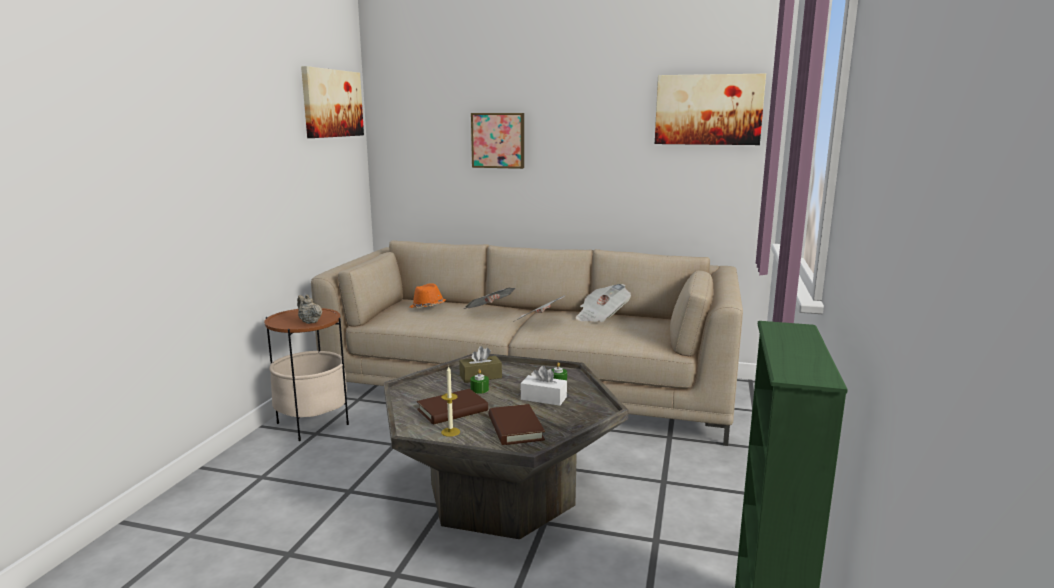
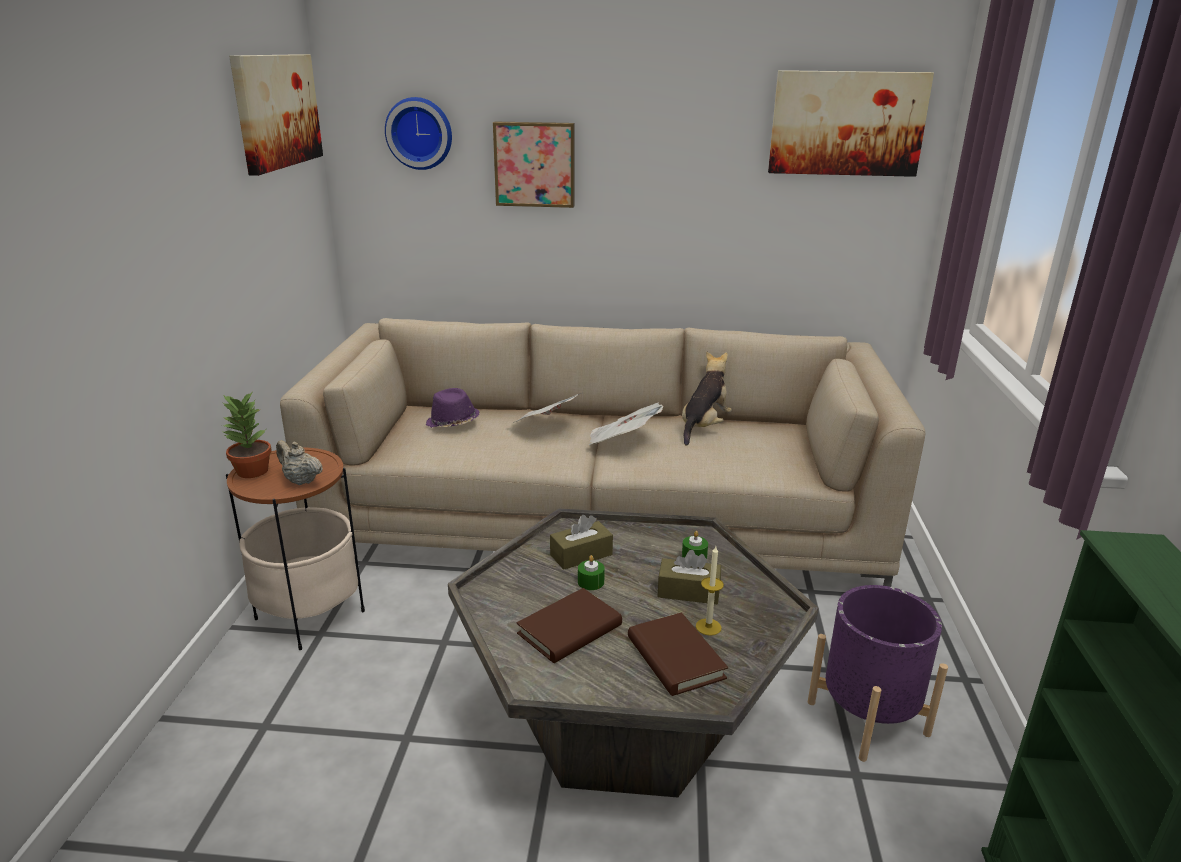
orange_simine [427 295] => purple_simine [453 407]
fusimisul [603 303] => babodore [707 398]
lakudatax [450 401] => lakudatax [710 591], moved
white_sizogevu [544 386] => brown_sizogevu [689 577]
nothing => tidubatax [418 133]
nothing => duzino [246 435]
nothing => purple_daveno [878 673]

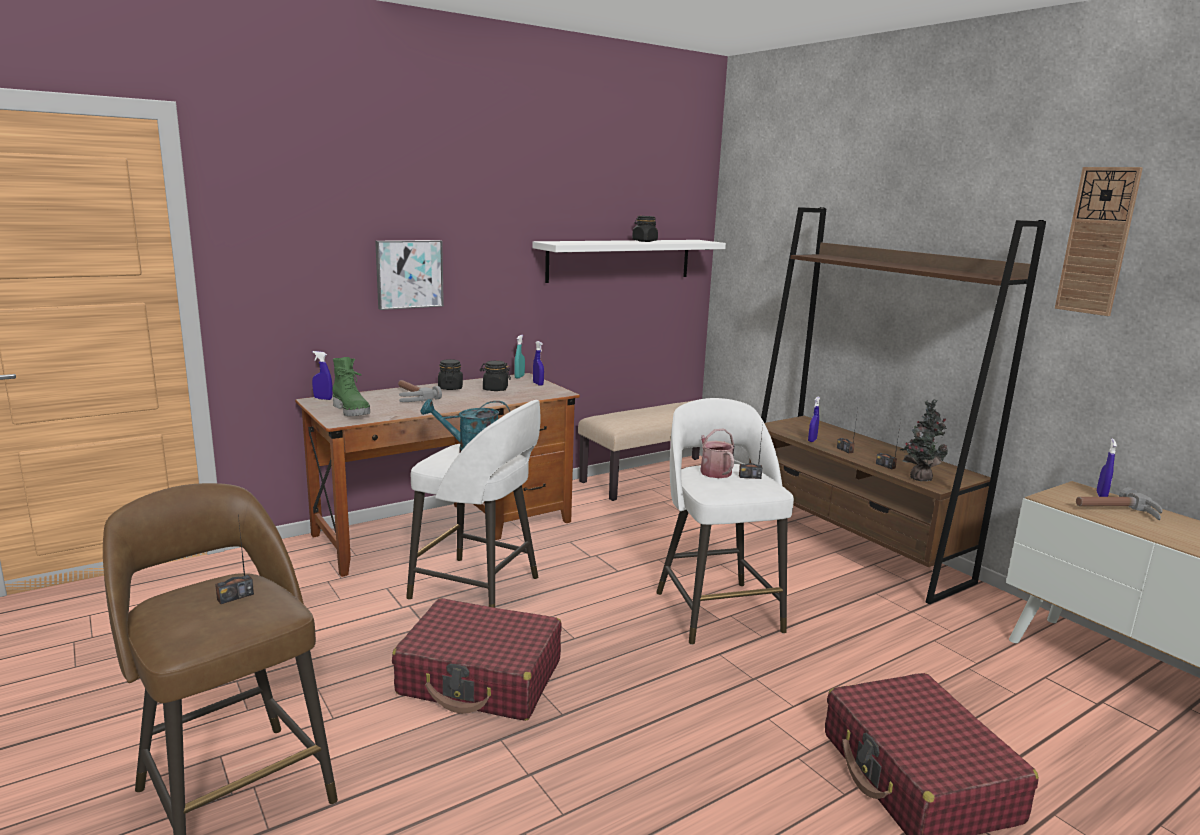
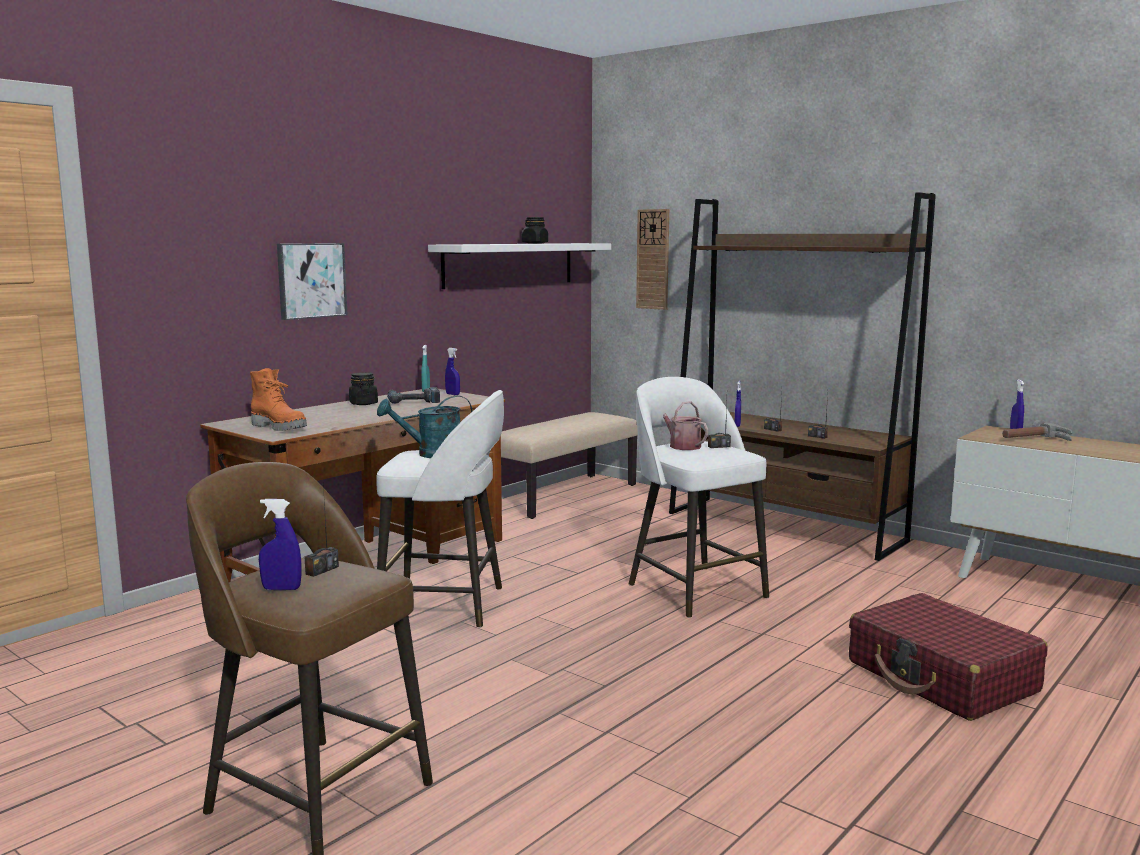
tidubatax [1099 241] => tidubatax [652 259], moved
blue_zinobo [322 375] => blue_zinobo [280 544], moved
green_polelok [351 386] => orange_polelok [278 399]
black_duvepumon [495 376] => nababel [413 395]
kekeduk [420 391] => nothing
duzino [924 440] => nothing
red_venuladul [476 659] => nothing

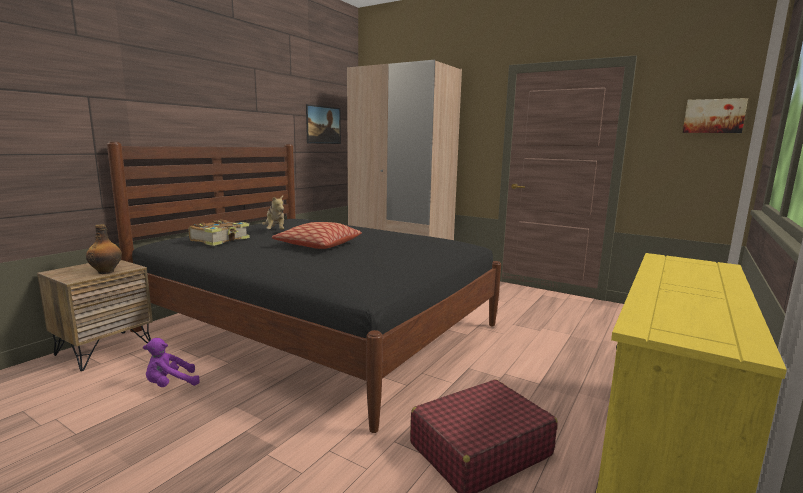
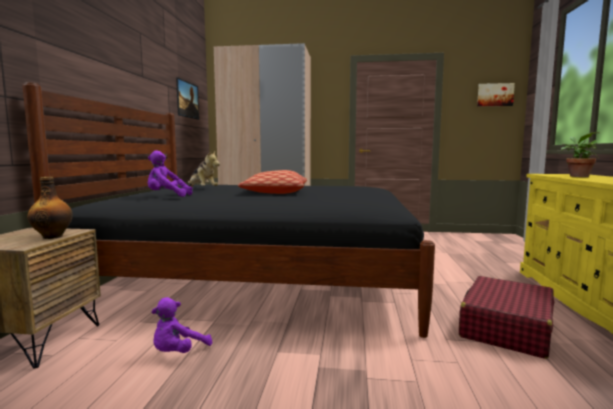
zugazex [219 233] => purple_babodore [170 173]
nothing => duzino [581 154]

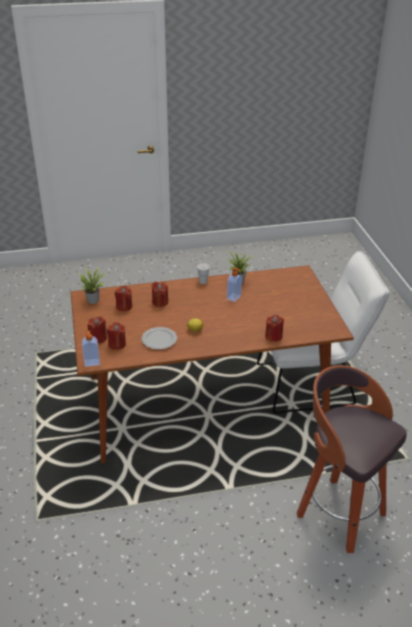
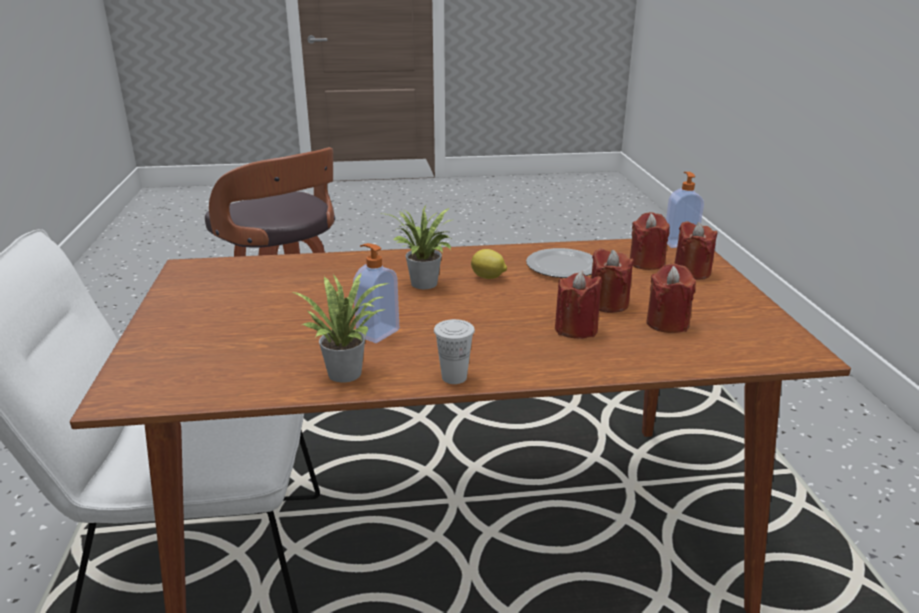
duzino [92 285] => duzino [418 247], moved
red_lakudatax [274 328] => red_lakudatax [612 280], moved

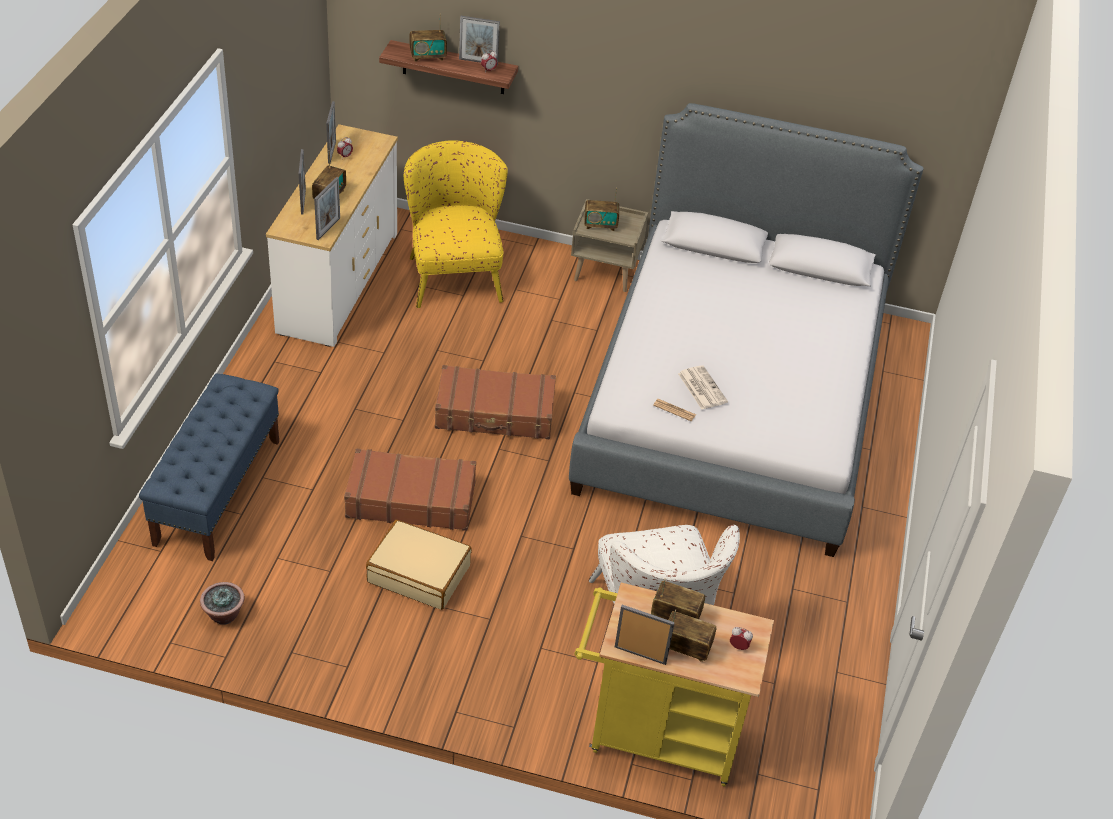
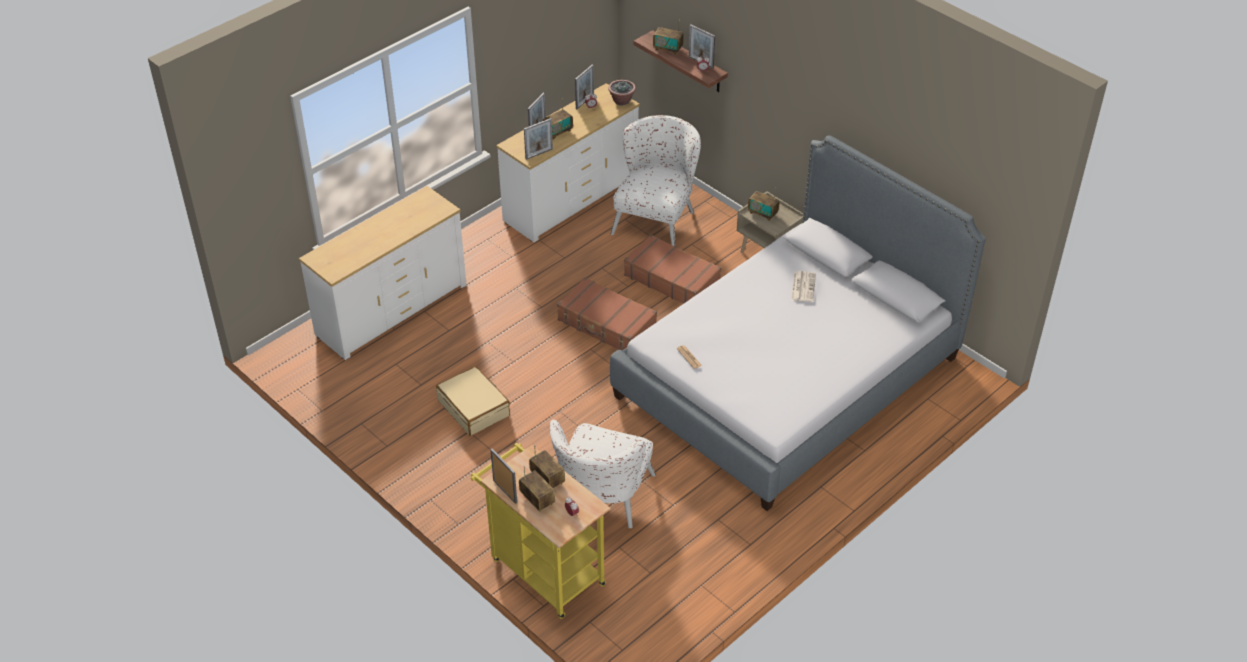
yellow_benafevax [456 224] => white_benafevax [656 180]
fusimisul [703 387] => fusimisul [803 286], moved
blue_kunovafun [209 467] => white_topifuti [383 273]
brown_venuladul [410 489] => brown_venuladul [673 269], moved
duzino [222 603] => duzino [622 93], moved

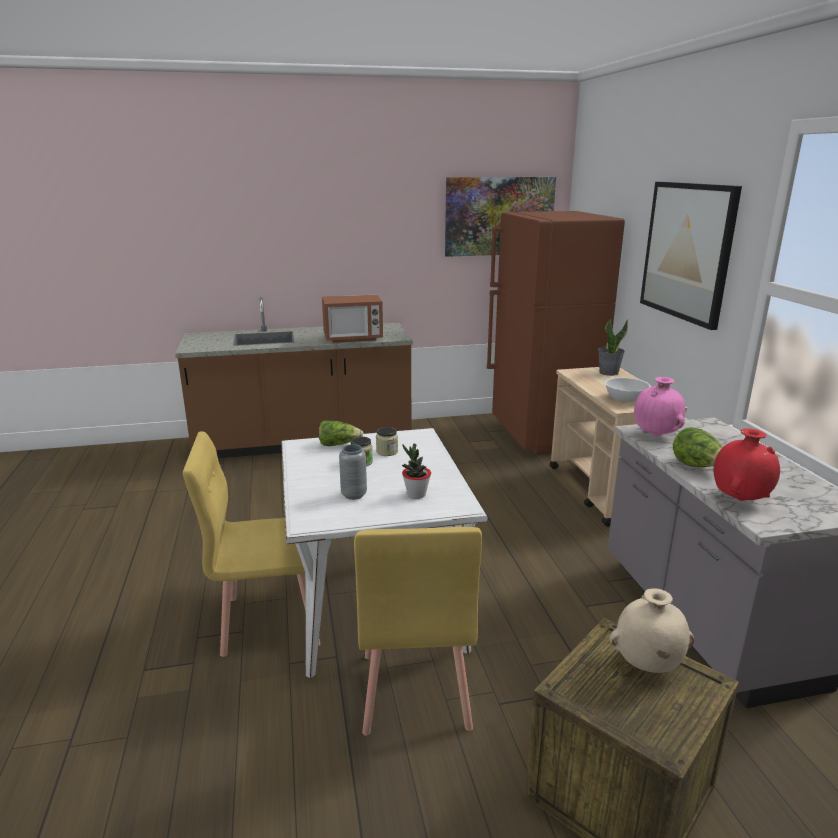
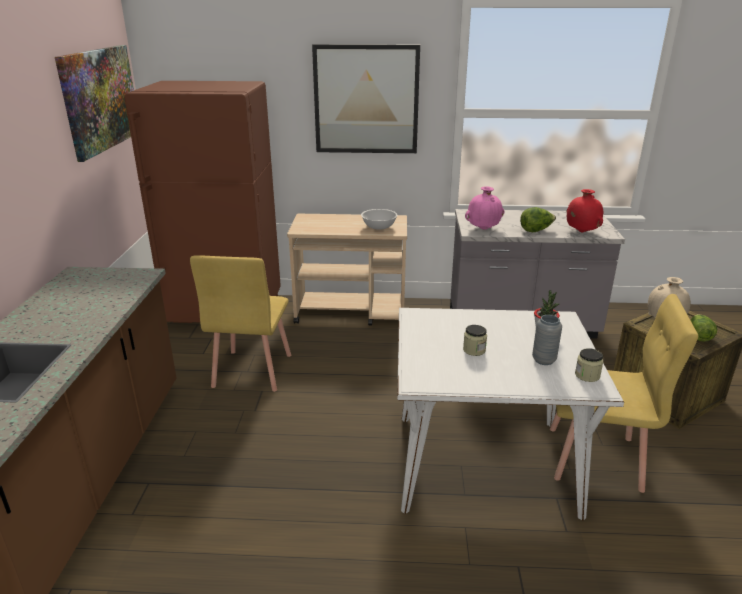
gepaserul [352 319] => nothing
duzino [613 347] => nothing
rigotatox [341 433] => rigotatox [704 328], moved
duvepumon [387 441] => duvepumon [589 365], moved
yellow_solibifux [251 544] => yellow_solibifux [240 323], moved

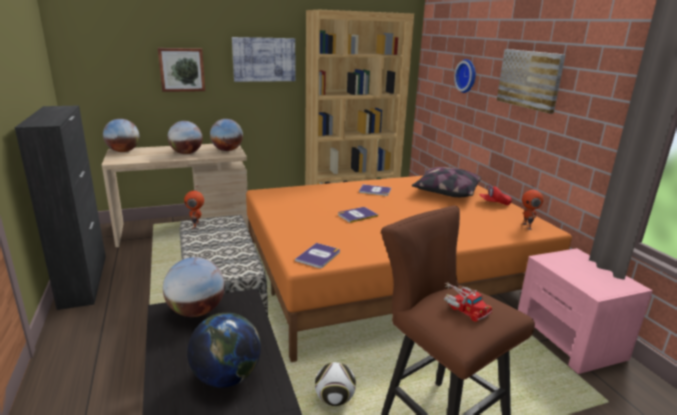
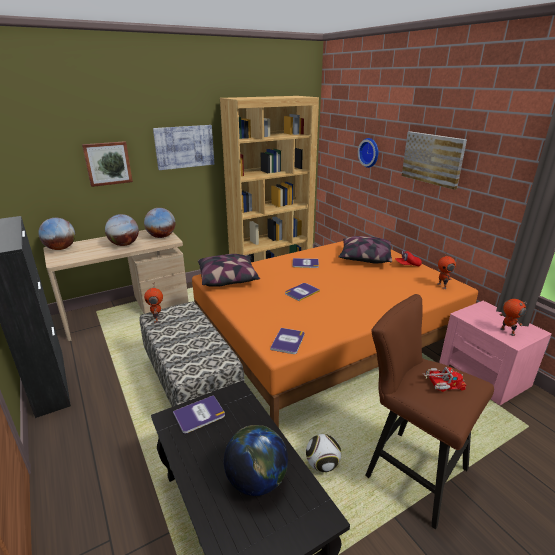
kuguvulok [194 287] => zugazex [199 414]
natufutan [468 302] => natufutan [444 379], 45 degrees counterclockwise
nothing => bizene [229 270]
nothing => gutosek [513 317]

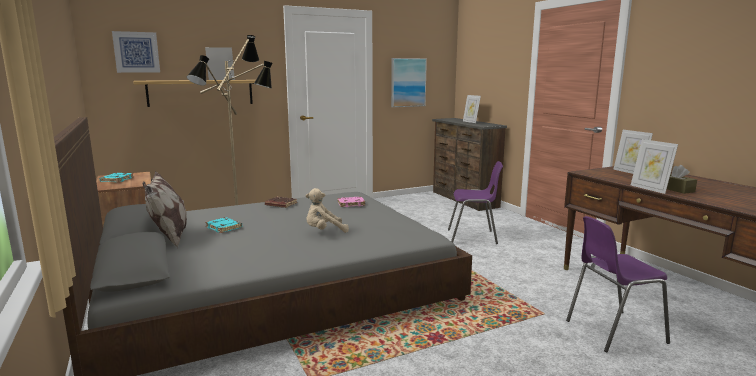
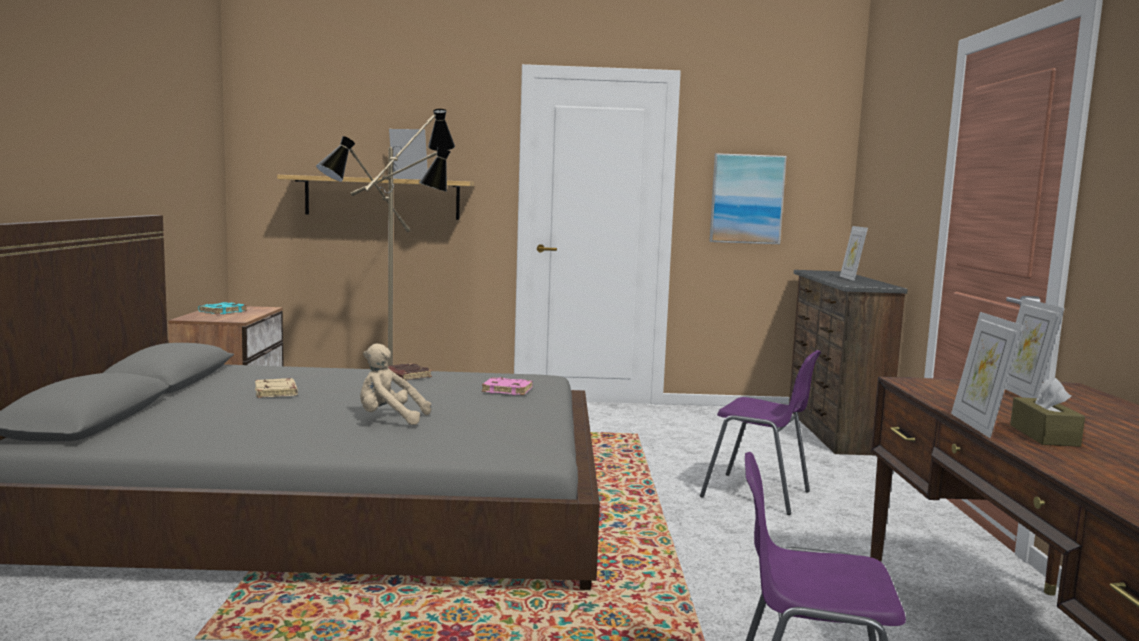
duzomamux [136 52] => nothing
bizene [164 209] => nothing
turquoise_zugazex [223 225] => beige_zugazex [276 388]

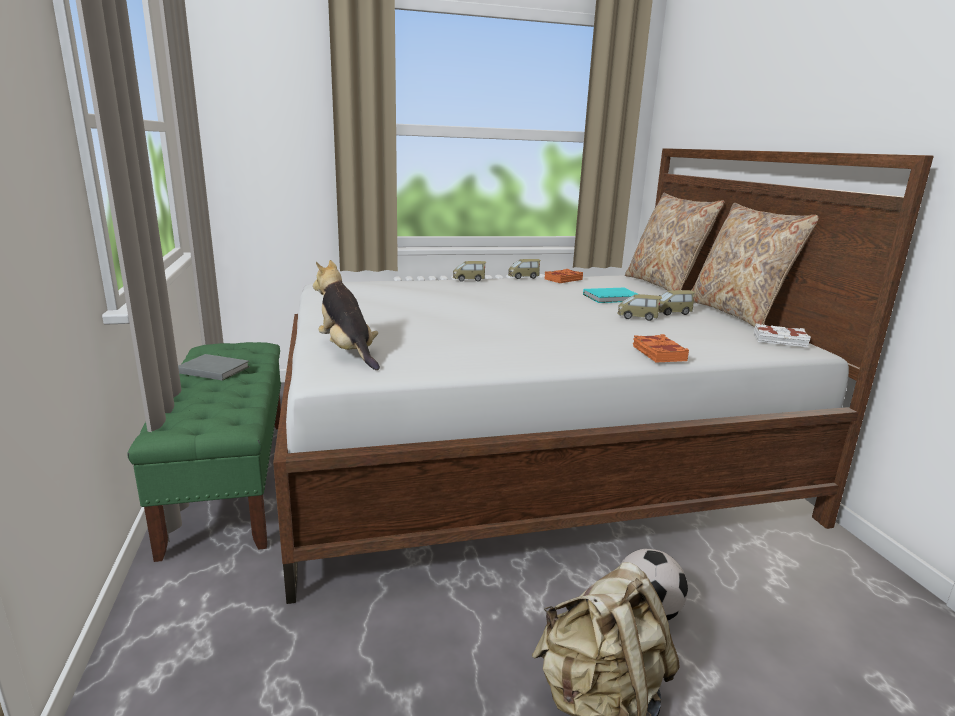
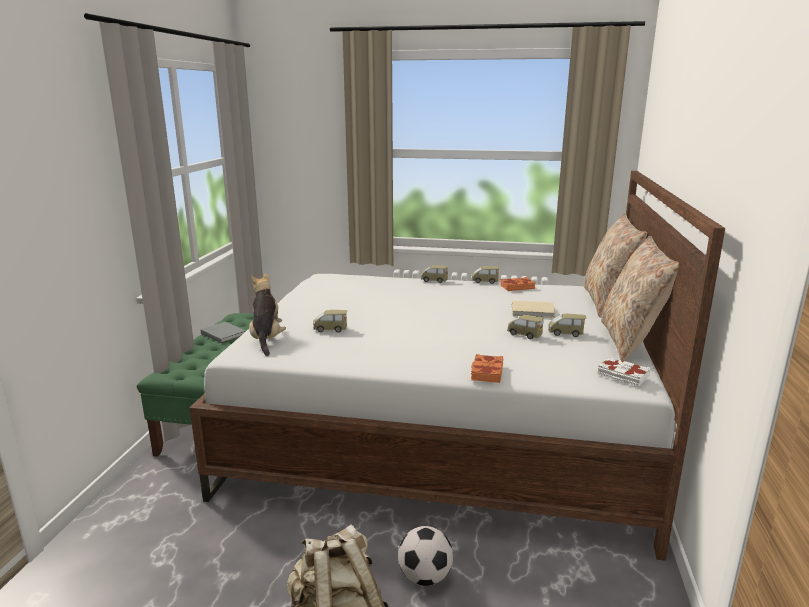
turquoise_zugazex [610 295] => beige_zugazex [534 309]
nothing => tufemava [330 321]

